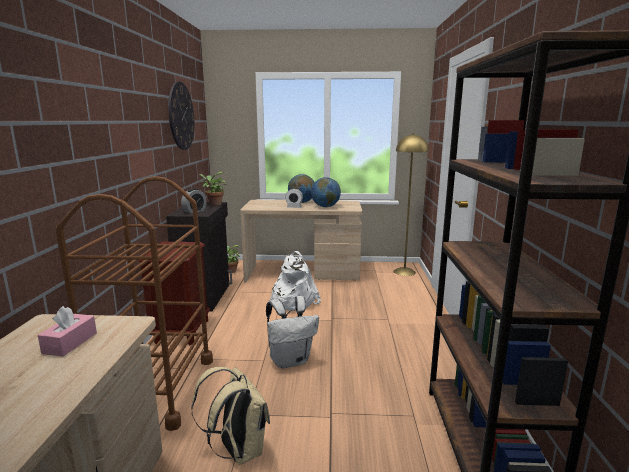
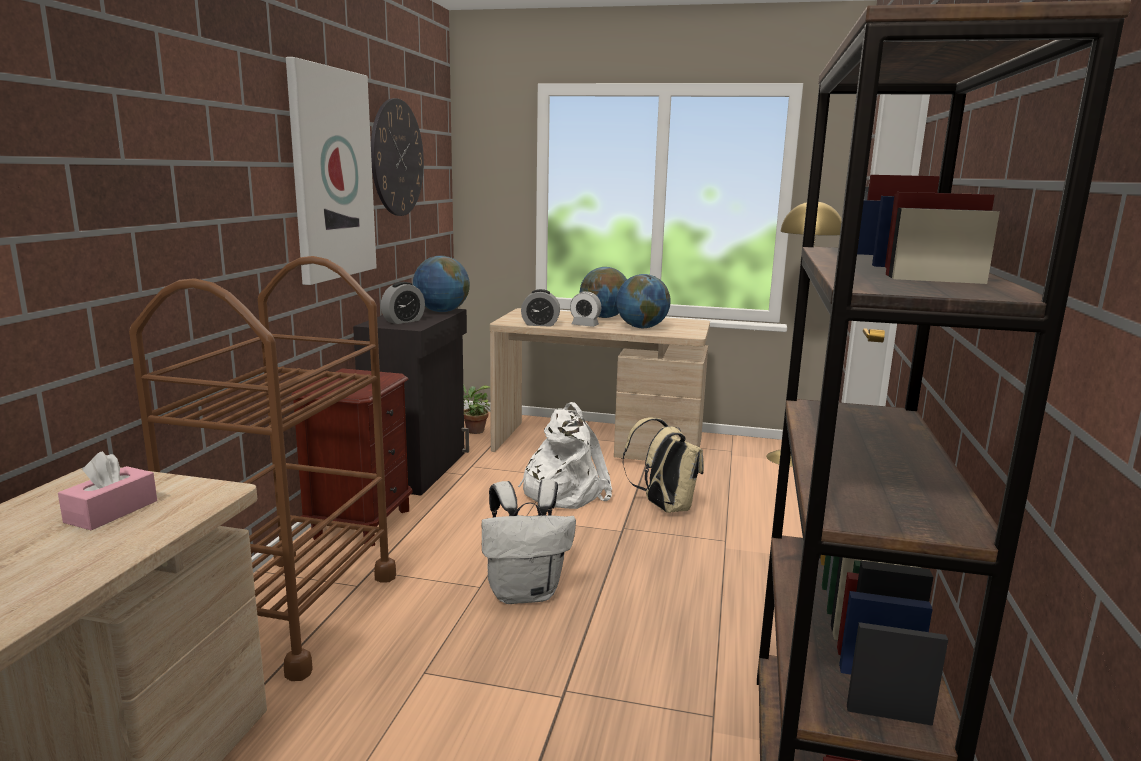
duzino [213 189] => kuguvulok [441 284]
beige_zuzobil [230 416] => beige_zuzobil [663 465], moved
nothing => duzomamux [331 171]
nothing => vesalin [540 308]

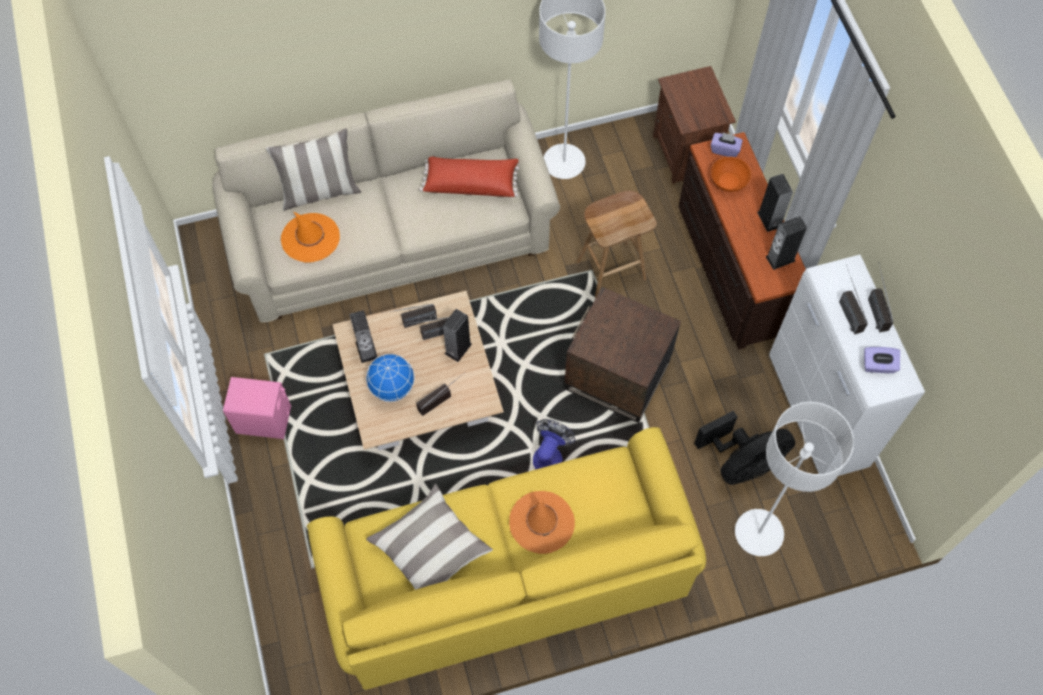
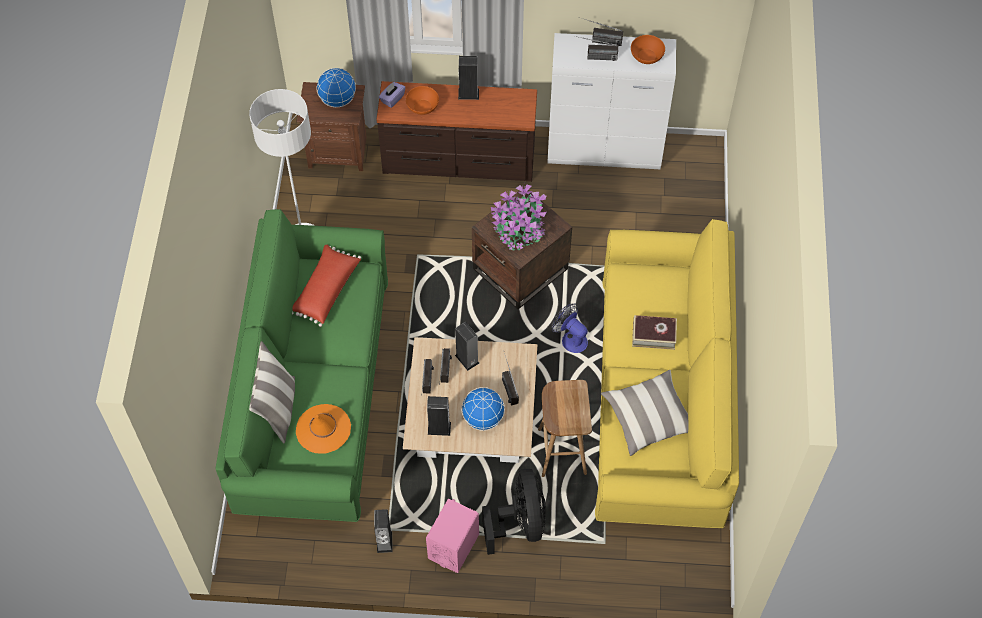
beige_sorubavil [386 201] => green_sorubavil [302 365]
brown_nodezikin [617 244] => brown_nodezikin [565 428], moved
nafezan [786 243] => nafezan [383 531], moved
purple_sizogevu [882 360] => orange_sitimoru [648 49]
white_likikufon [794 479] => nothing
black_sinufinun [744 448] => black_sinufinun [514 512], moved
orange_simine [542 522] => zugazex [654 332]
nothing => kuguvulok [336 87]
nothing => duzino [518 217]

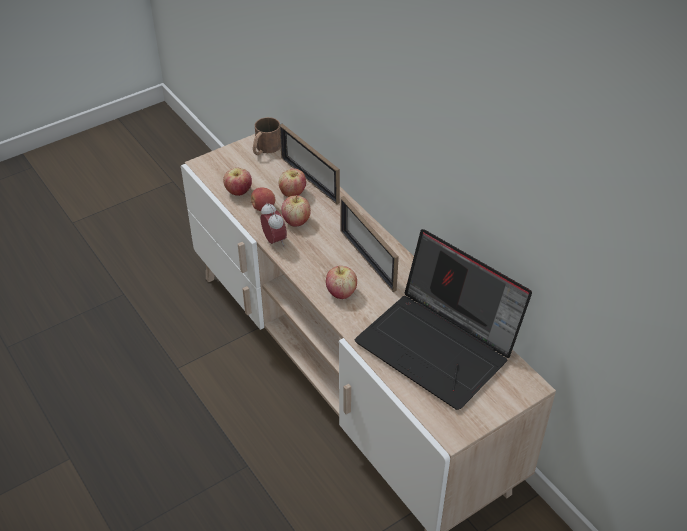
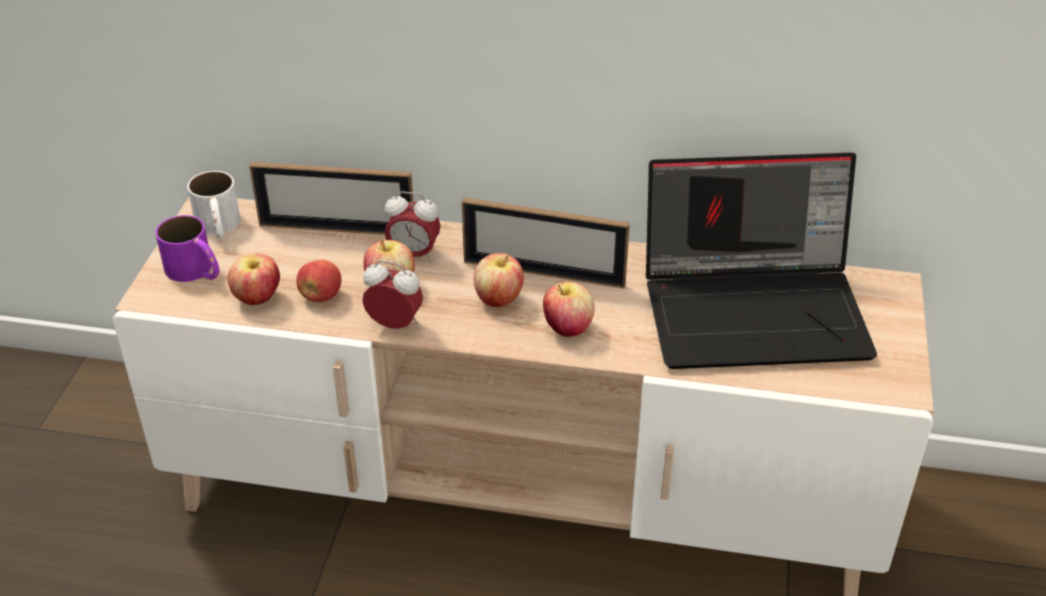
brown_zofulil [267 136] => white_zofulil [214 205]
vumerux [292 182] => vumerux [499 280], moved
nothing => vesalin [413 226]
nothing => purple_zofulil [187 248]

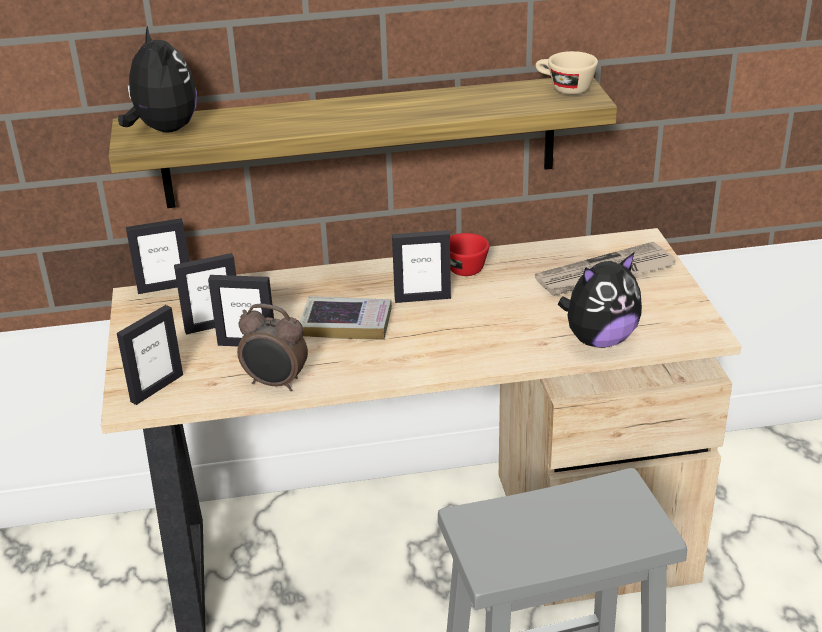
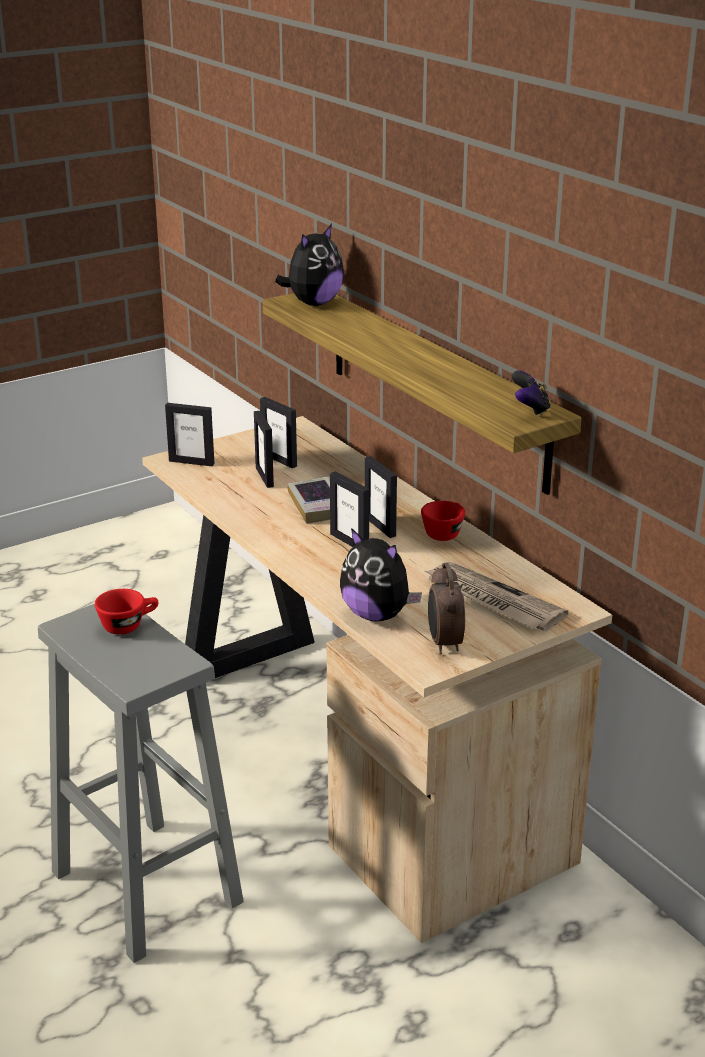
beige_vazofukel [567 73] => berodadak [531 394]
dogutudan [157 256] => dogutudan [349 509], moved
vesalin [272 347] => vesalin [446 609], moved
nothing => red_vazofukel [127 612]

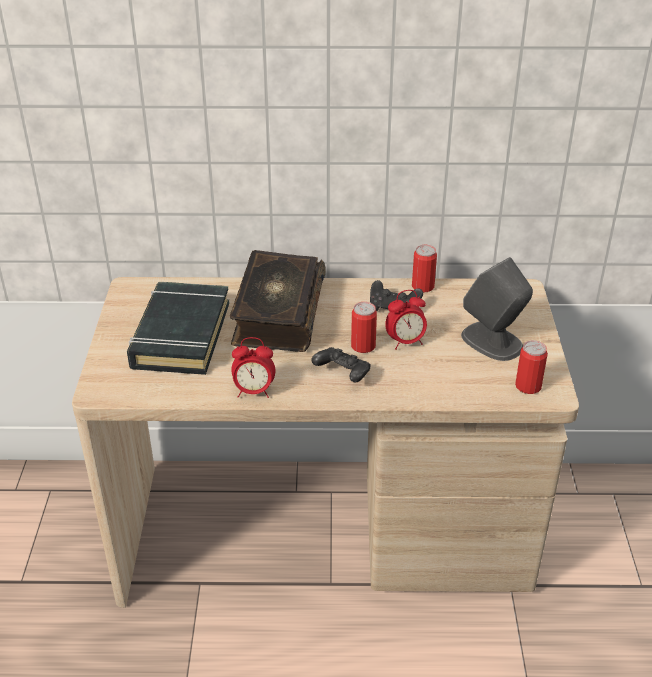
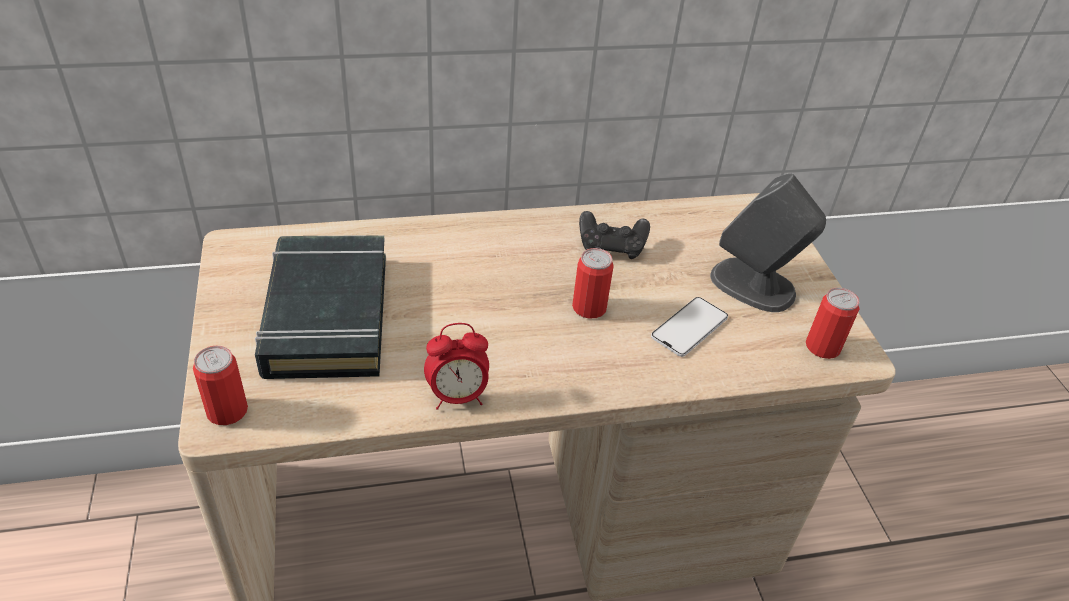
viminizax [424 269] => viminizax [220 385], moved
zugazex [278 301] => nothing
vesalin [406 320] => nothing
black_berodadak [340 365] => nothing
nothing => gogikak [689 327]

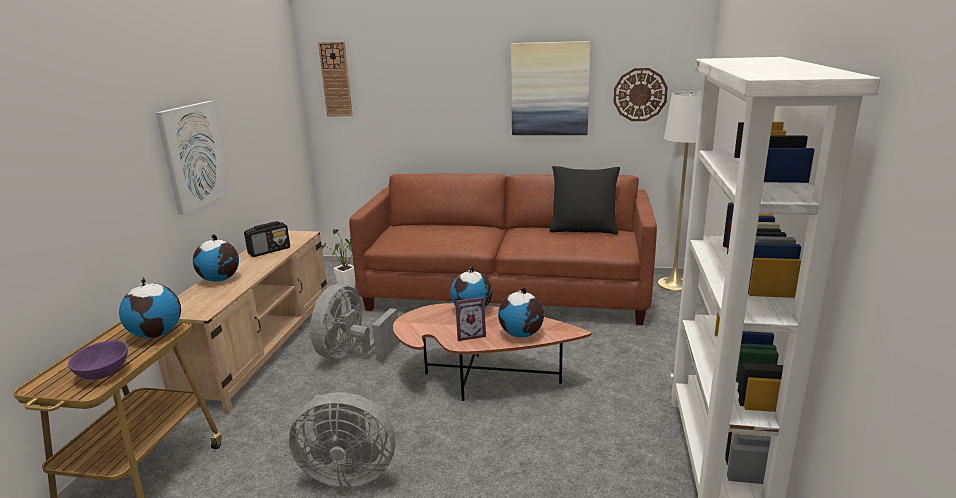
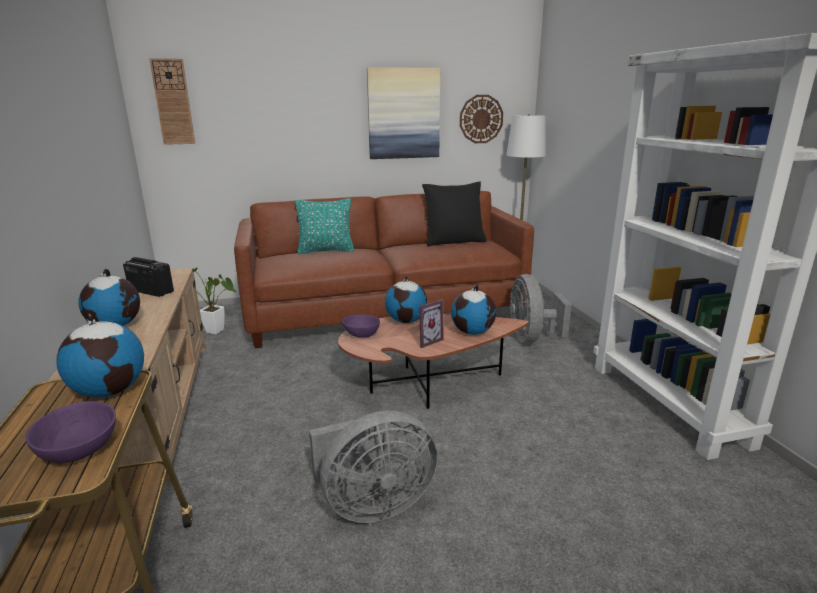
duzomamux [193 158] => nothing
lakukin [267 239] => lakukin [148 277], 90 degrees counterclockwise
grey_sinufinun [355 322] => grey_sinufinun [541 308], moved
nothing => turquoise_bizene [324 226]
nothing => purple_sitimoru [361 326]

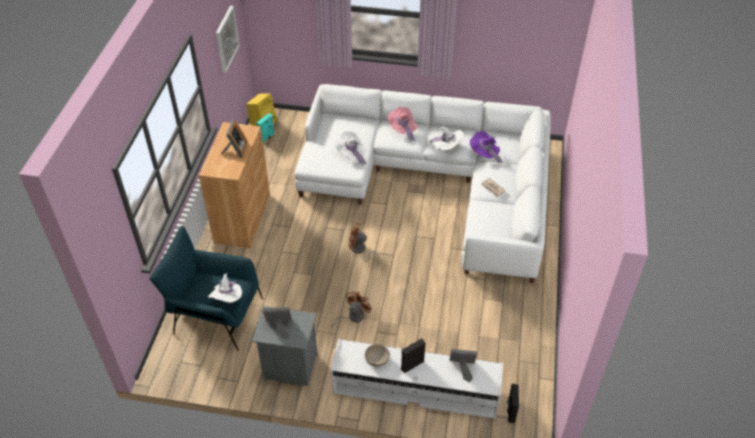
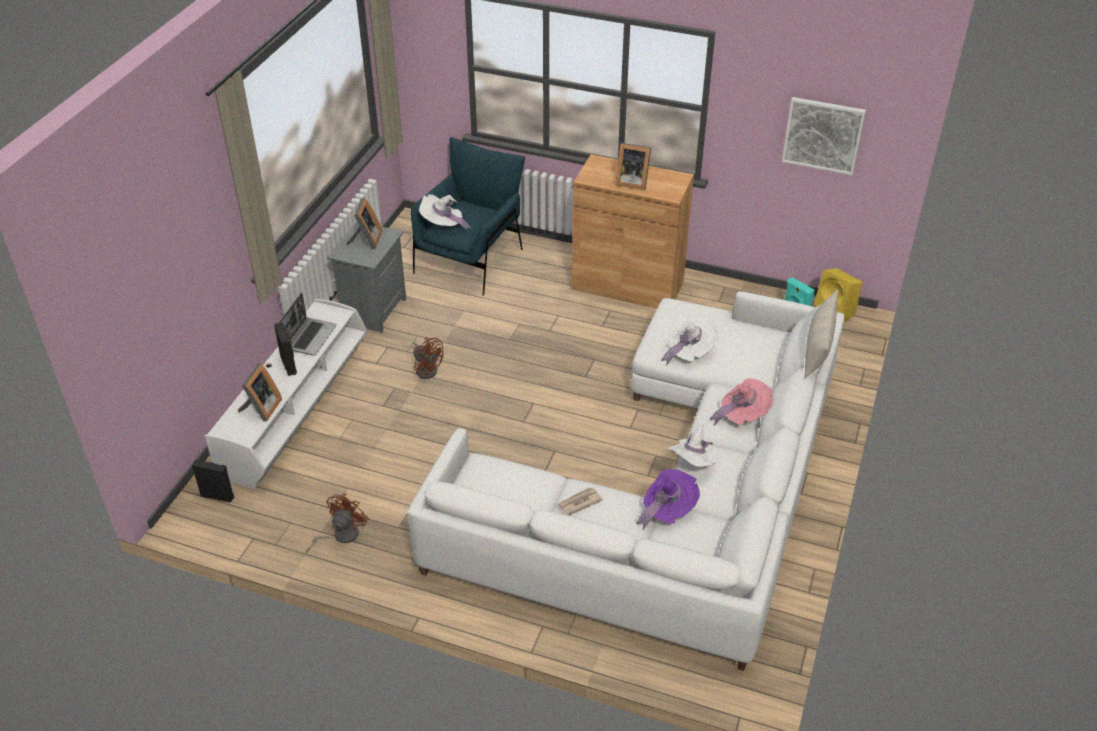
brown_sinufinun [363 242] => brown_sinufinun [337 524], moved
beige_sitimoru [377 355] => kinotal [308 324]
nothing => beige_bizene [821 334]

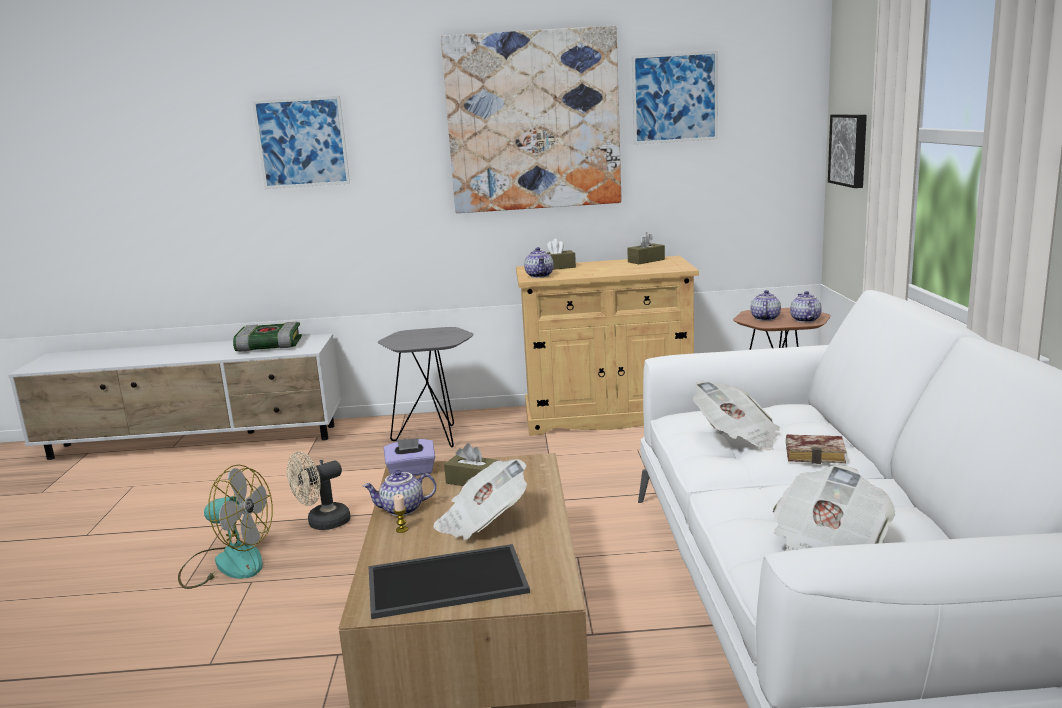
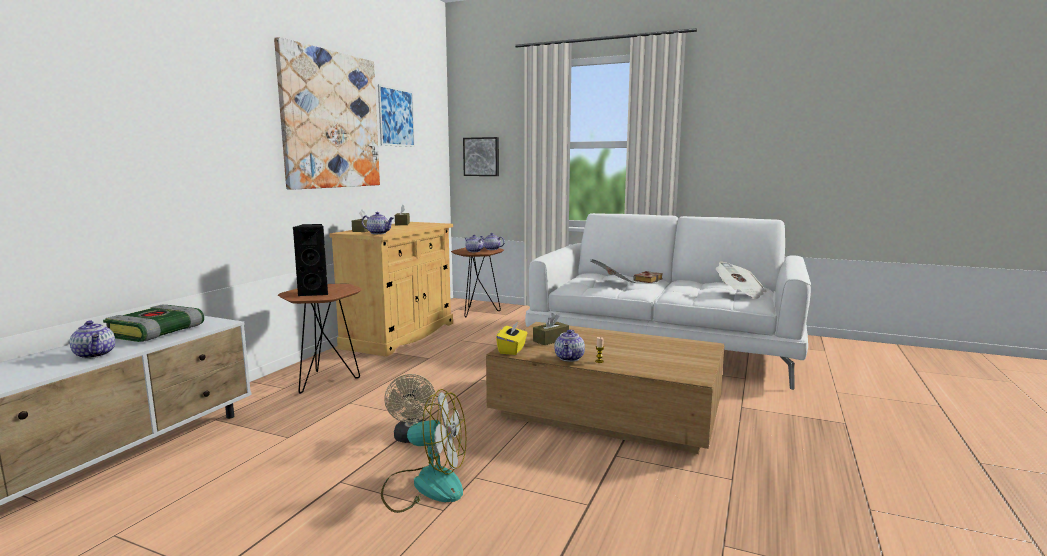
duzomamux [301 142] => nothing
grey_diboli [426 387] => brown_diboli [320 339]
purple_sizogevu [409 457] => yellow_sizogevu [511 338]
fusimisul [480 499] => nothing
sinufinun [225 526] => sinufinun [423 451], 60 degrees clockwise
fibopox [449 581] => nothing
nothing => black_nafezan [310 260]
nothing => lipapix [92 339]

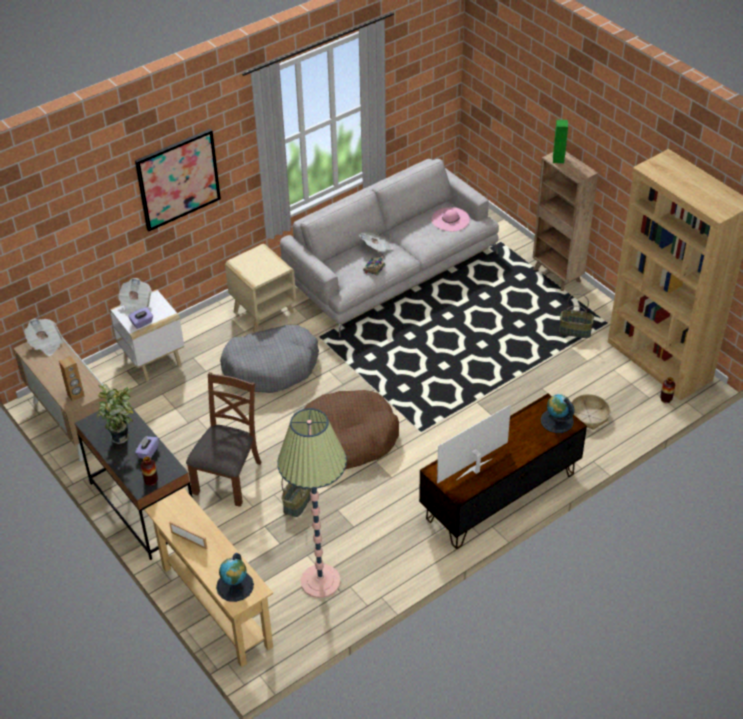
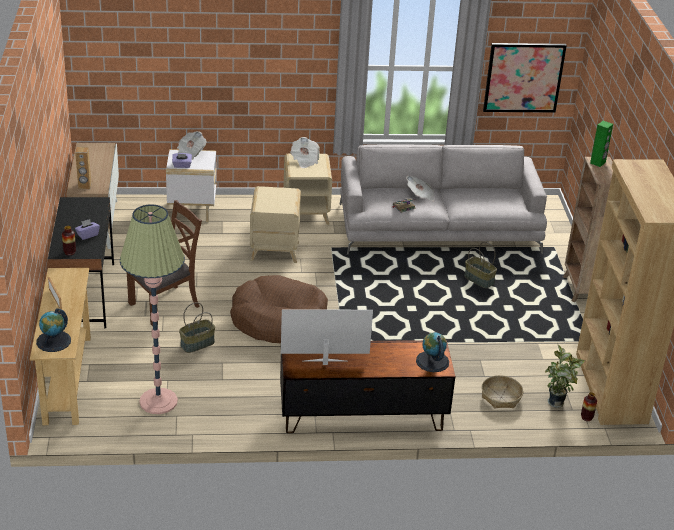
duzomamux [178 180] => duzomamux [525 78], moved
pink_simine [451 219] => nothing
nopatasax [576 316] => nopatasax [480 265], moved
fusimisul [44 337] => fusimisul [305 152], moved
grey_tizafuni [269 359] => beige_diboli [275 224]
duzino [115 414] => duzino [565 376], moved

